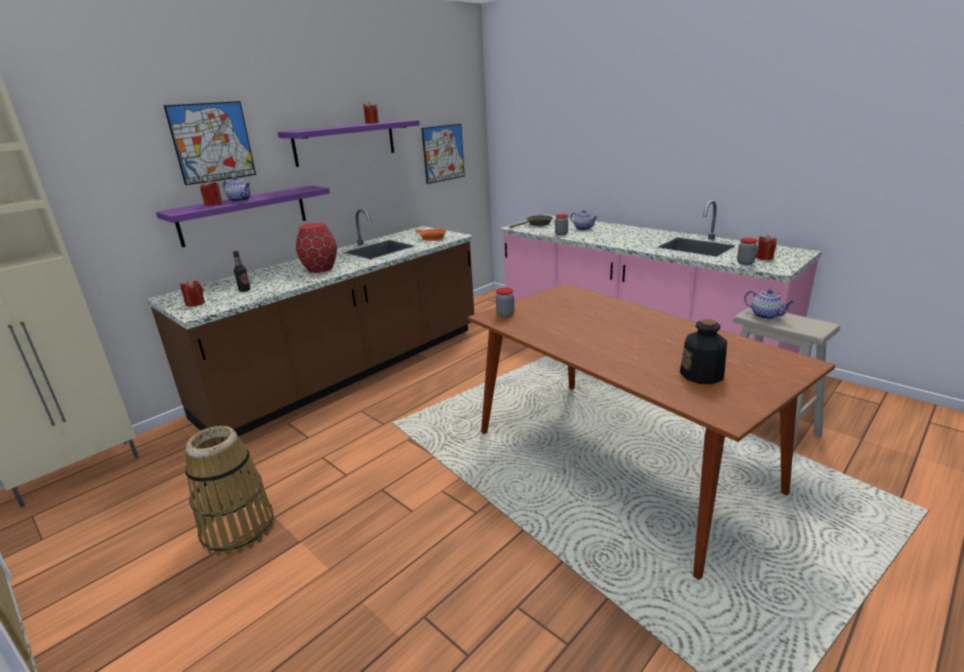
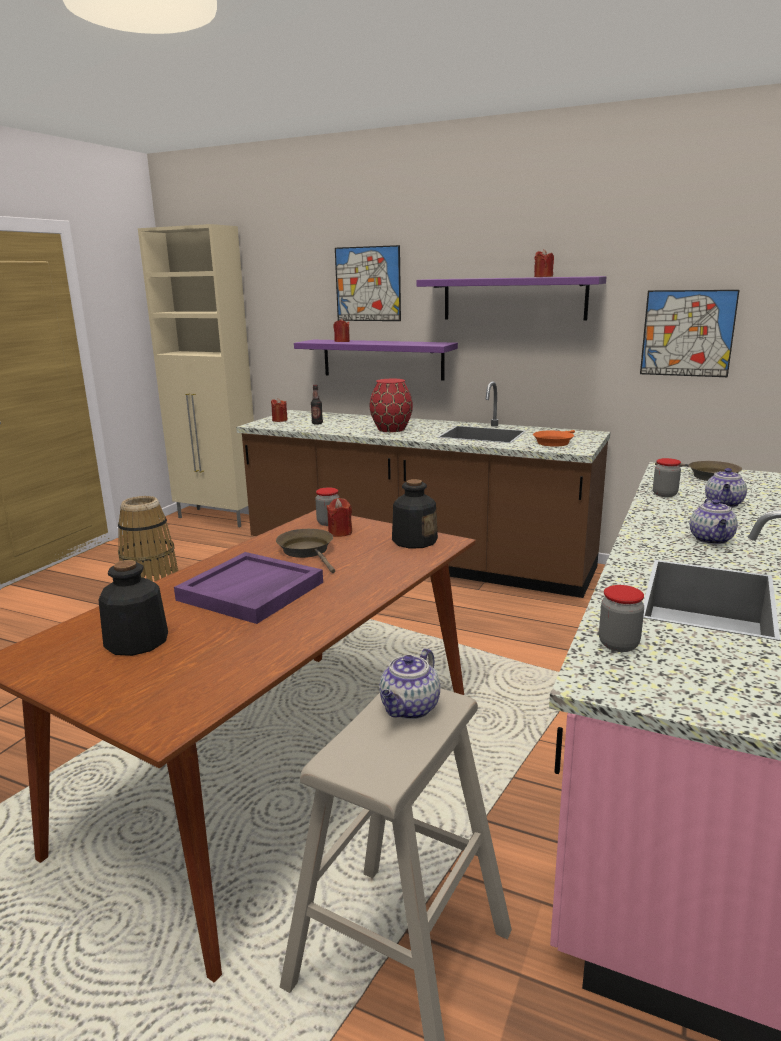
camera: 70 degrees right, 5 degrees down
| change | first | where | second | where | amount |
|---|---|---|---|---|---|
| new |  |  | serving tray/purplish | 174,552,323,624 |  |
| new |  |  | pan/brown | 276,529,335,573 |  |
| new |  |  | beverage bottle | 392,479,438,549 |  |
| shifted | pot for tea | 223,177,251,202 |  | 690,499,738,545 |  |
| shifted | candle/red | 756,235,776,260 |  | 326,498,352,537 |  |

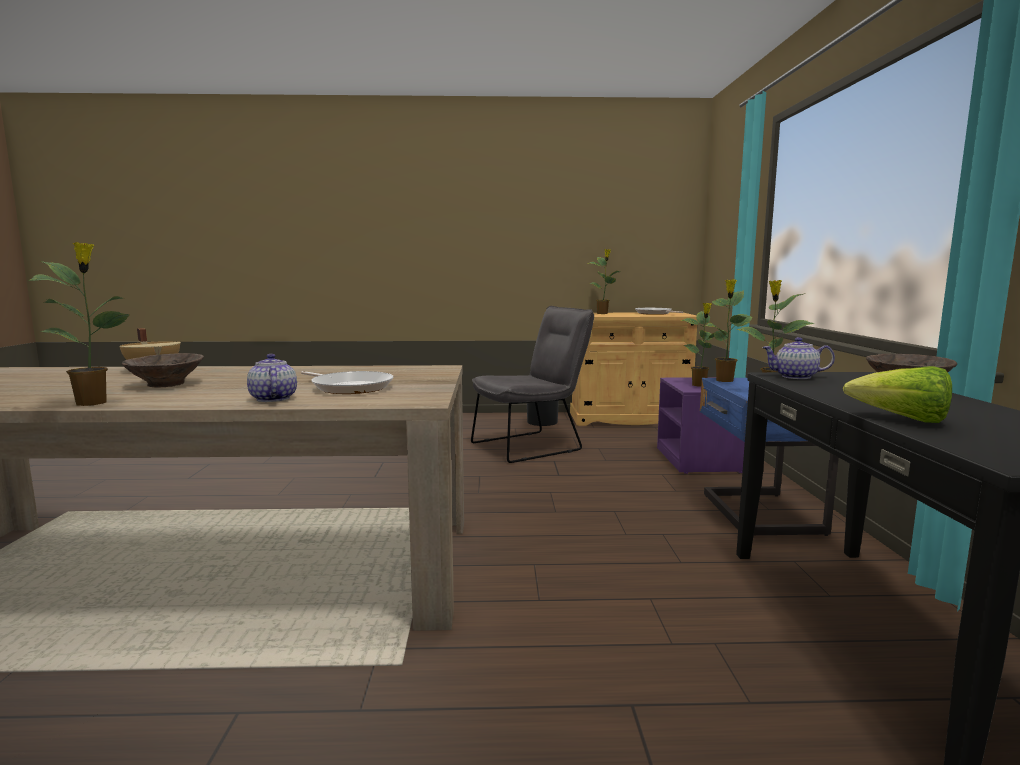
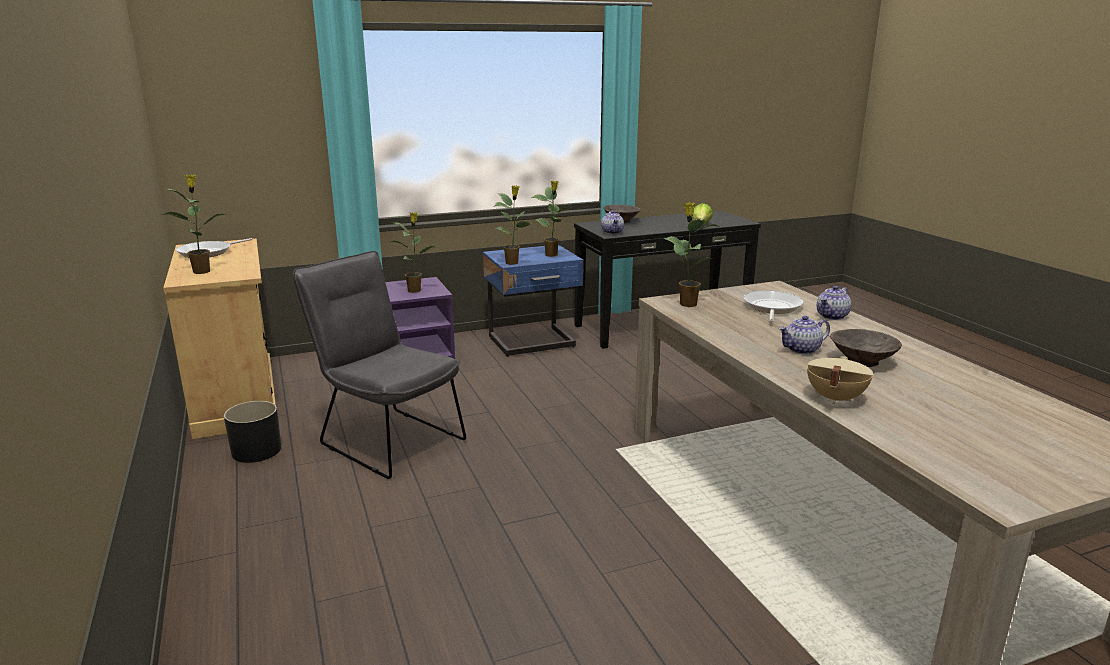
camera: 110 degrees left, 10 degrees up
| change | first | where | second | where | amount |
|---|---|---|---|---|---|
| new |  |  | pot for tea | 778,316,830,354 |  |
| shifted | plant in a pot | 28,242,130,406 |  | 664,202,720,307 |  |

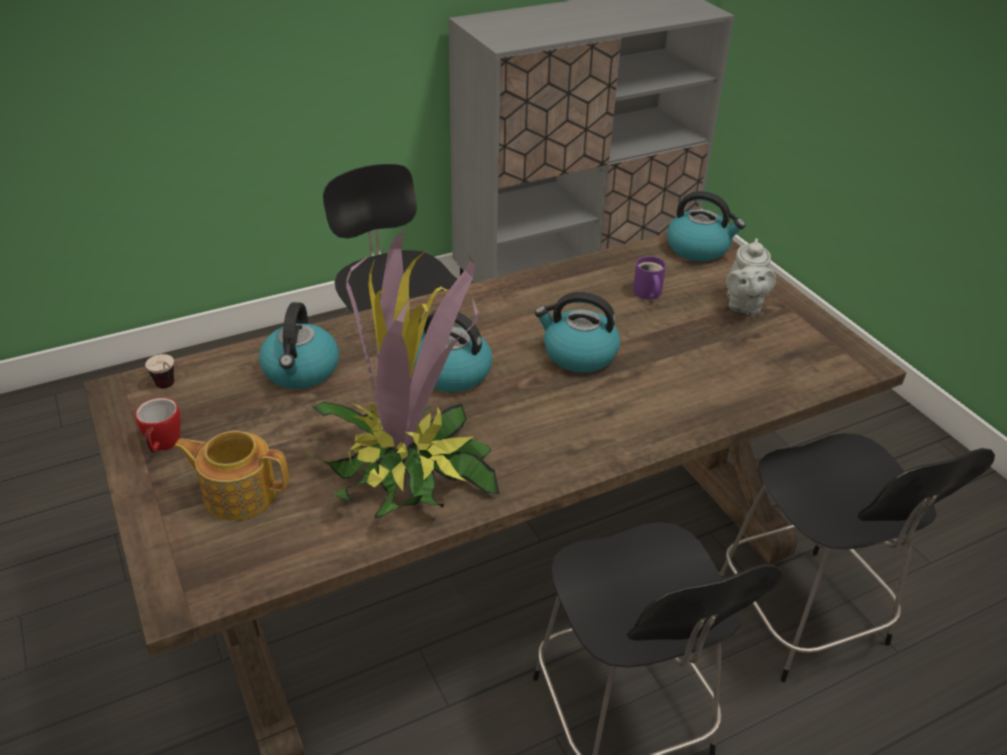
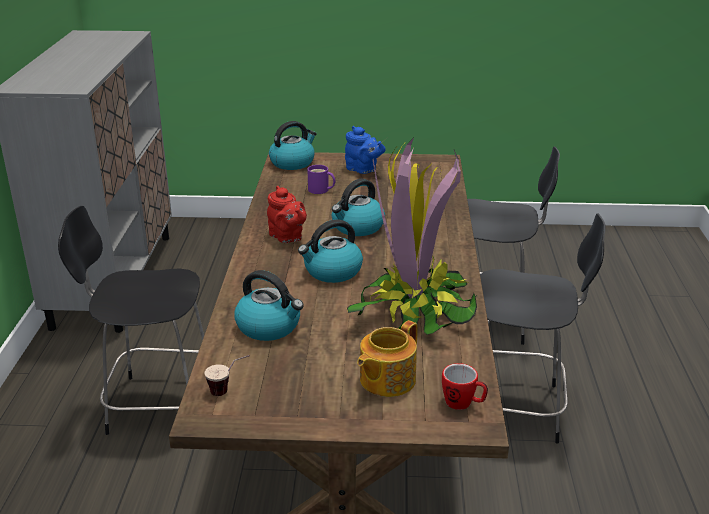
camera: 60 degrees left, 10 degrees down
| change | first | where | second | where | amount |
|---|---|---|---|---|---|
| new |  |  | pot for tea/red | 267,186,307,243 |  |
| shifted | mug | 135,398,181,453 |  | 442,363,488,410 |  |
| repainted | pot for tea/grey | 726,238,776,316 | pot for tea/bluish | 345,126,386,174 |  |

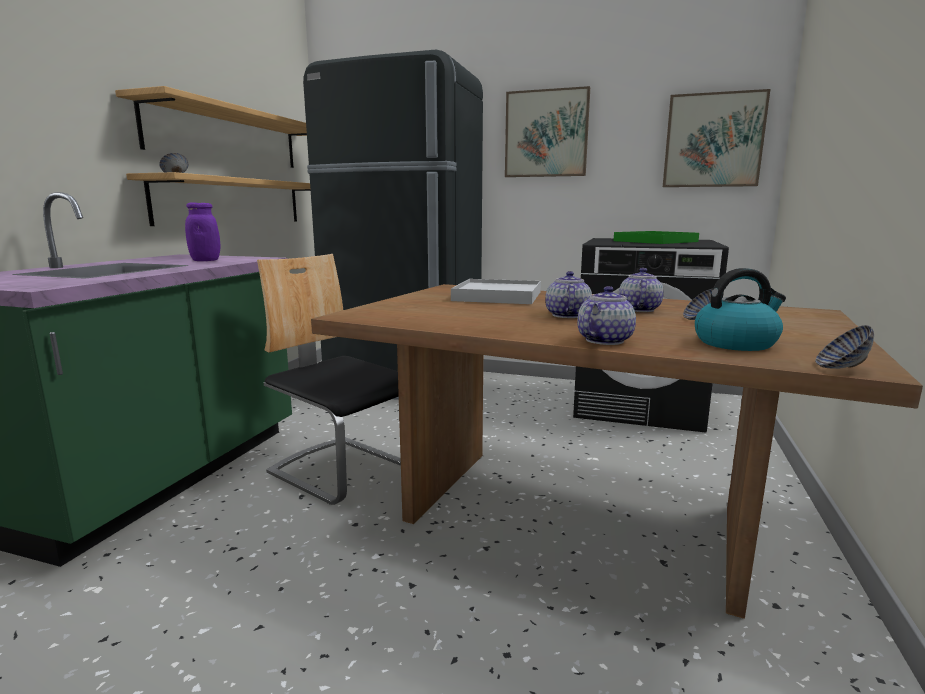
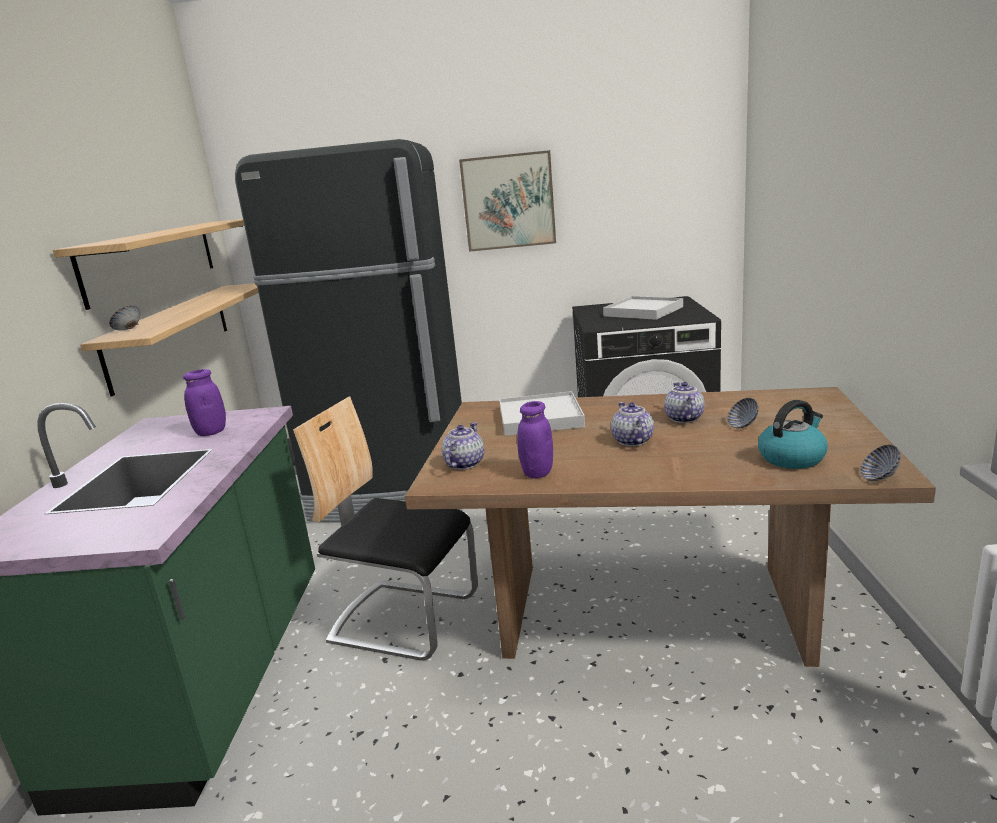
camera: 15 degrees left, 5 degrees up
| change | first | where | second | where | amount |
|---|---|---|---|---|---|
| gone | wall art | 663,89,770,187 |  |  |  |
| new |  |  | preserve jar/purplish | 517,401,553,478 |  |
| shifted | pot for tea | 577,286,636,345 |  | 441,422,484,469 |  |
| repainted | serving tray/greenish | 614,231,699,244 | serving tray/white-coloured | 603,296,683,320 |  |

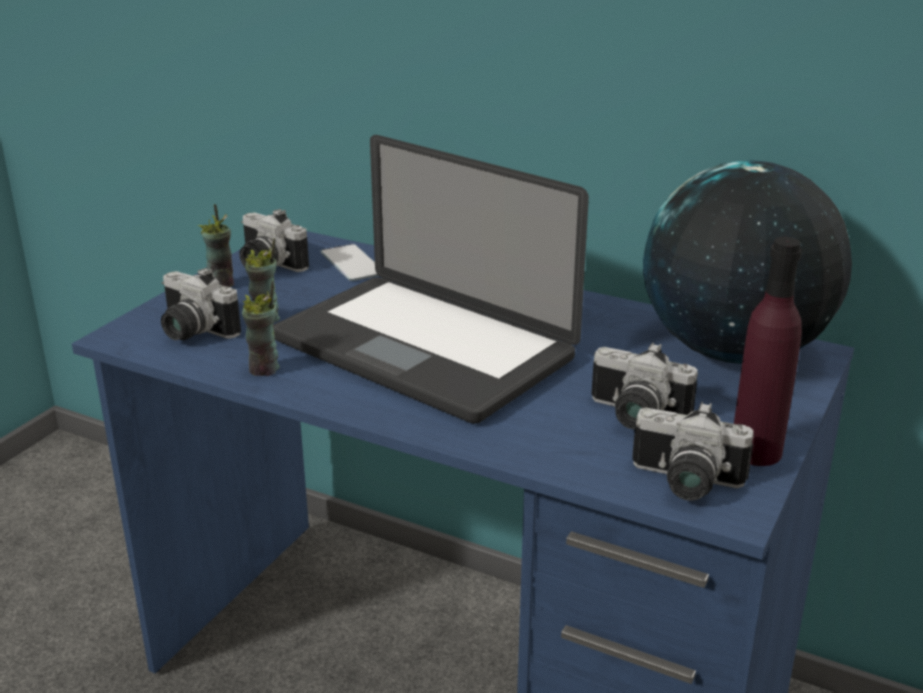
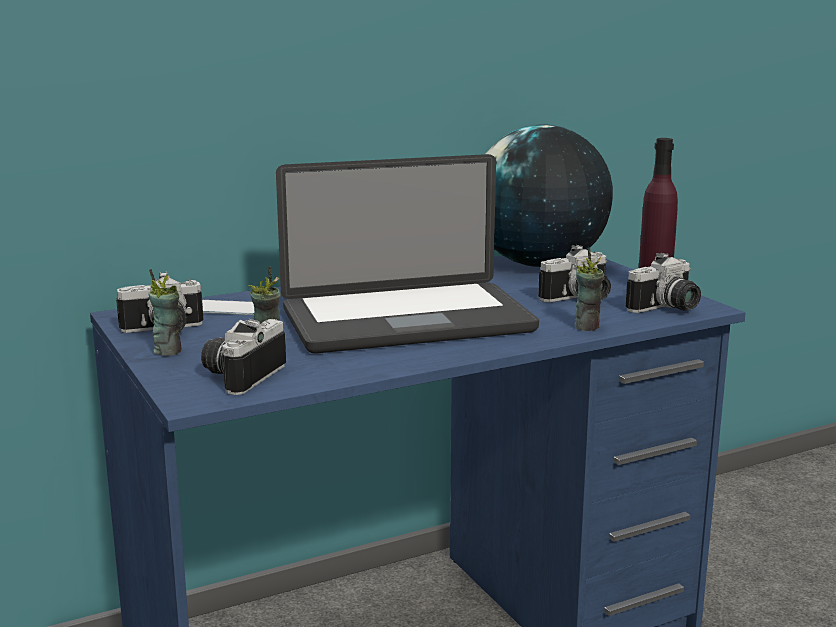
camera: 55 degrees left, 10 degrees down
| change | first | where | second | where | amount |
|---|---|---|---|---|---|
| shifted | small cup | 242,281,279,376 |  | 575,248,604,331 |  |
| rotated | photo camera | 161,267,241,340 |  | 201,319,286,395 | 135 degrees clockwise |

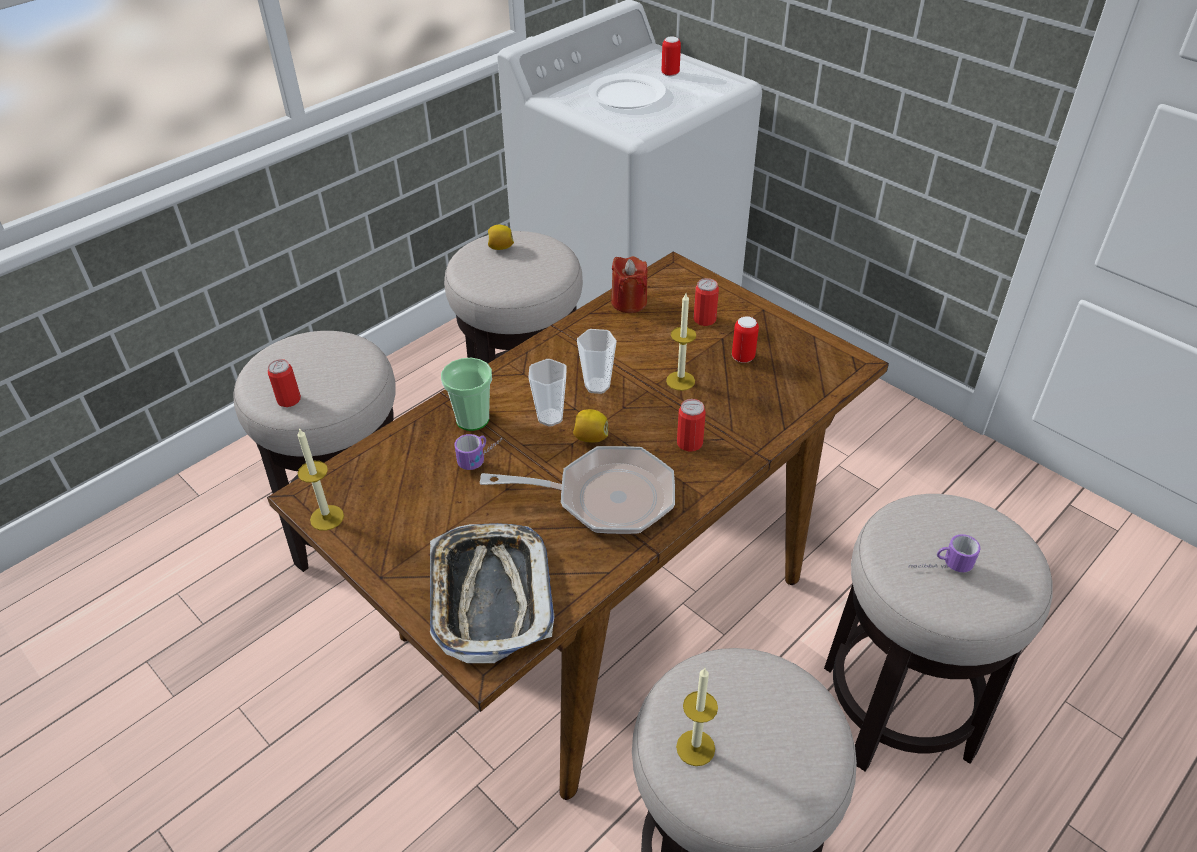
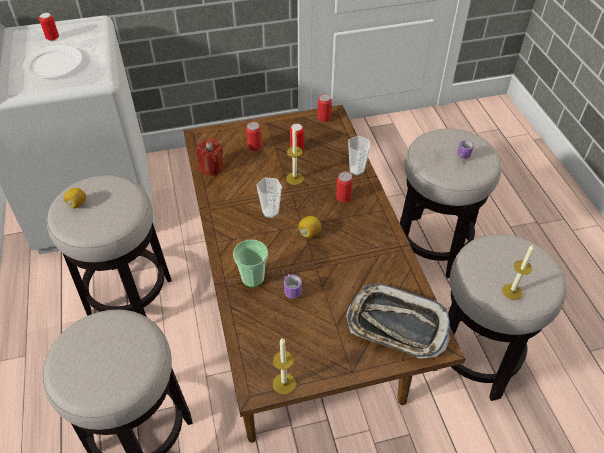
camera: 60 degrees left, 5 degrees up
| change | first | where | second | where | amount |
|---|---|---|---|---|---|
| gone | pan | 480,446,675,535 |  |  |  |
| shifted | sealed can | 268,359,301,407 |  | 318,94,332,122 |  |
| shifted | small cup | 528,359,567,426 |  | 348,136,370,175 |  |

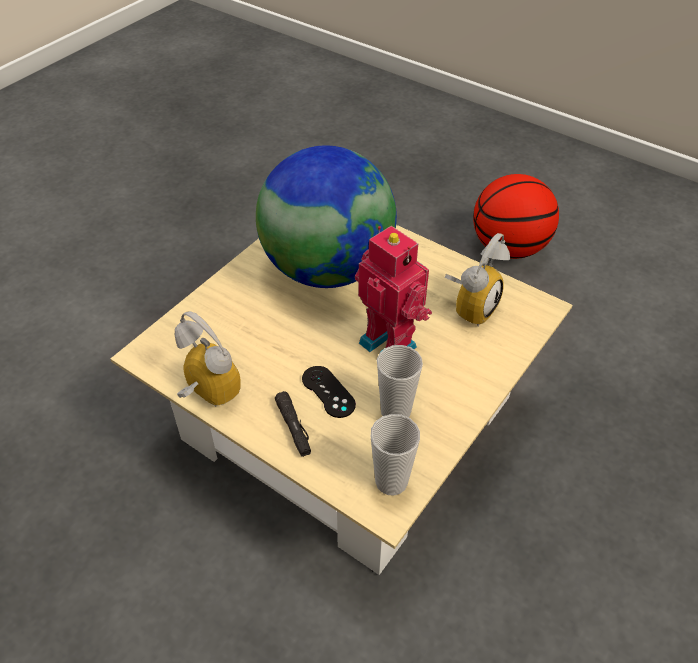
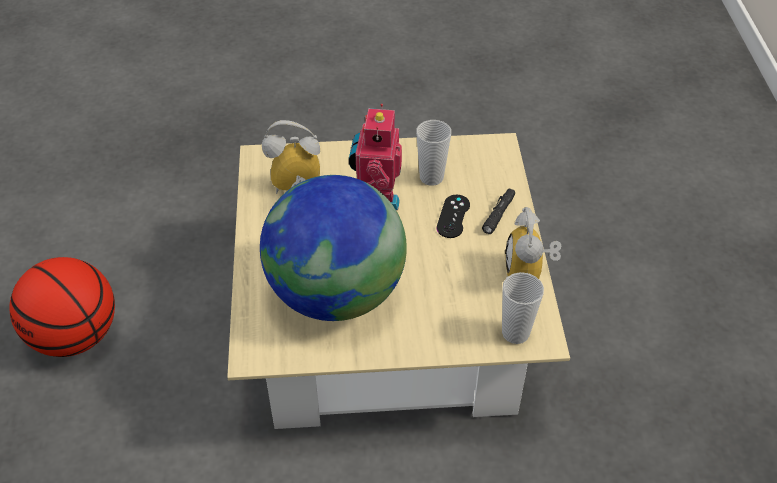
camera: 130 degrees left, 0 degrees up
| change | first | where | second | where | amount |
|---|---|---|---|---|---|
| shifted | small cup | 371,414,420,496 |  | 502,272,544,344 |  |

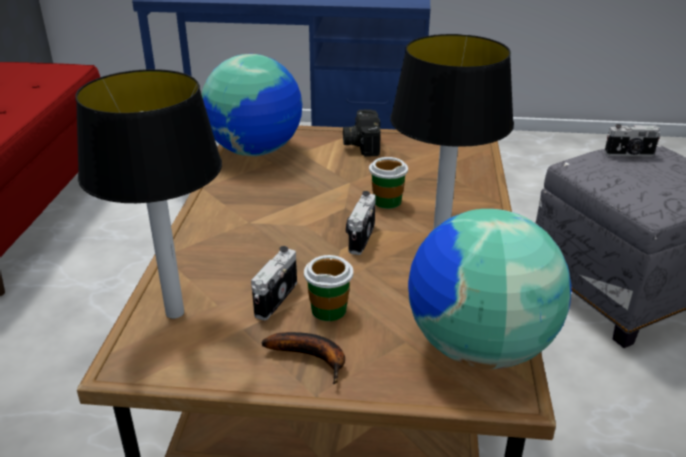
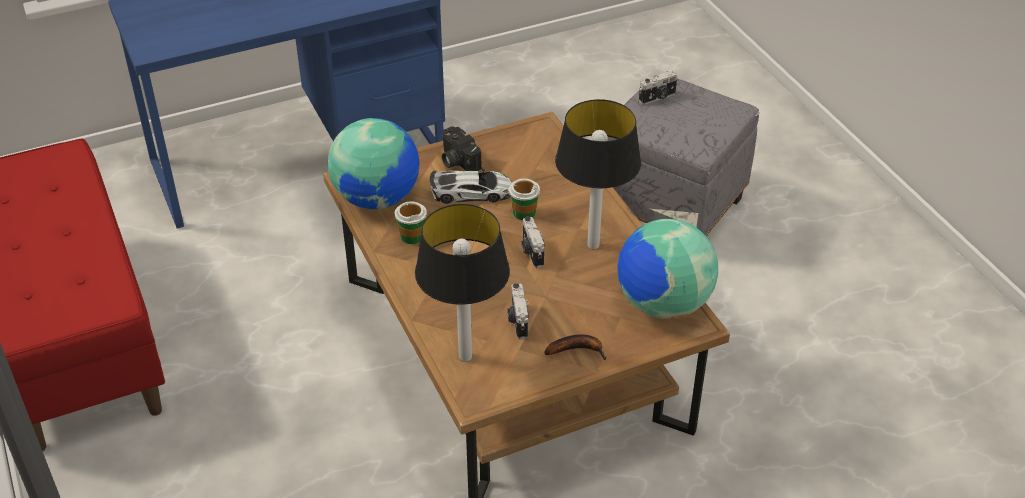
camera: 30 degrees left, 10 degrees up
| change | first | where | second | where | amount |
|---|---|---|---|---|---|
| new |  |  | model car | 430,168,512,204 |  |
| shifted | small cup | 304,255,353,321 |  | 395,201,427,244 |  |

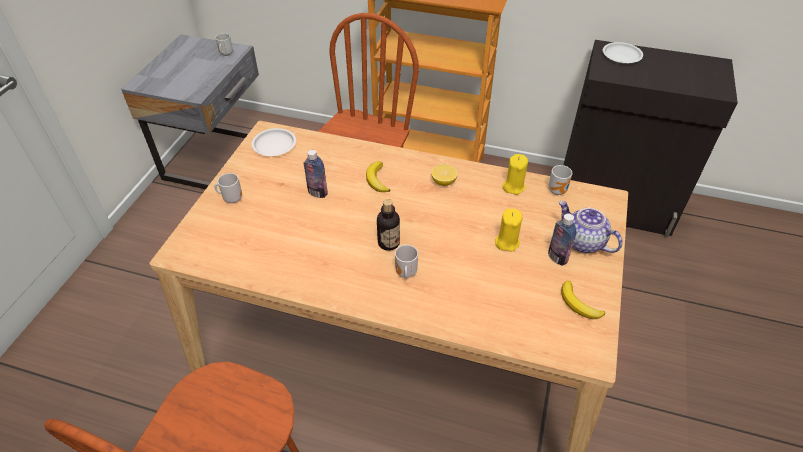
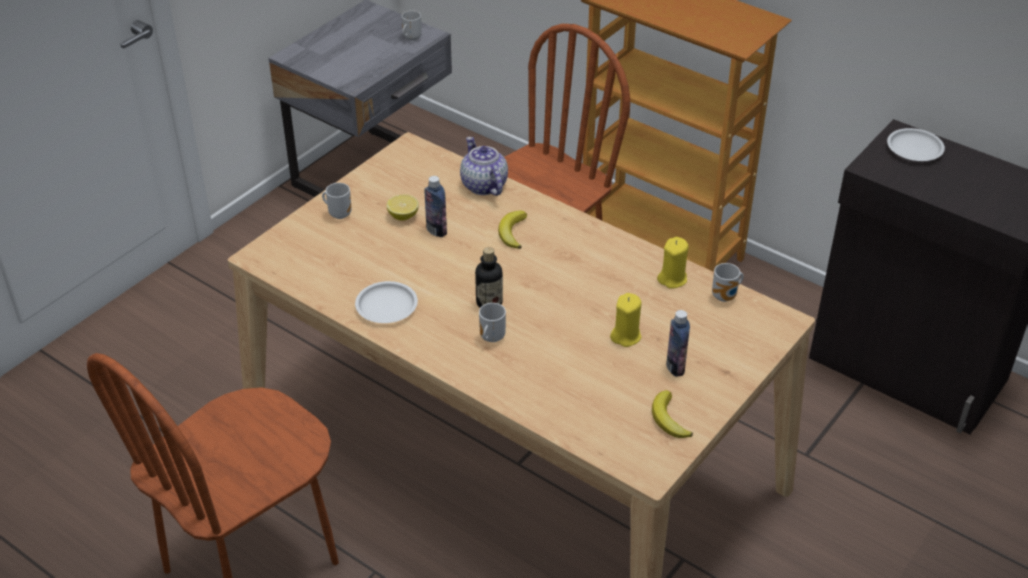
camera: 20 degrees right, 5 degrees down
| change | first | where | second | where | amount |
|---|---|---|---|---|---|
| shifted | flat dish/white-coloured | 252,128,296,156 |  | 355,281,418,323 |  |
| shifted | citrus fruit | 431,164,458,186 |  | 387,194,419,221 |  |
| shifted | pot for tea | 559,201,623,253 |  | 460,137,508,196 |  |

